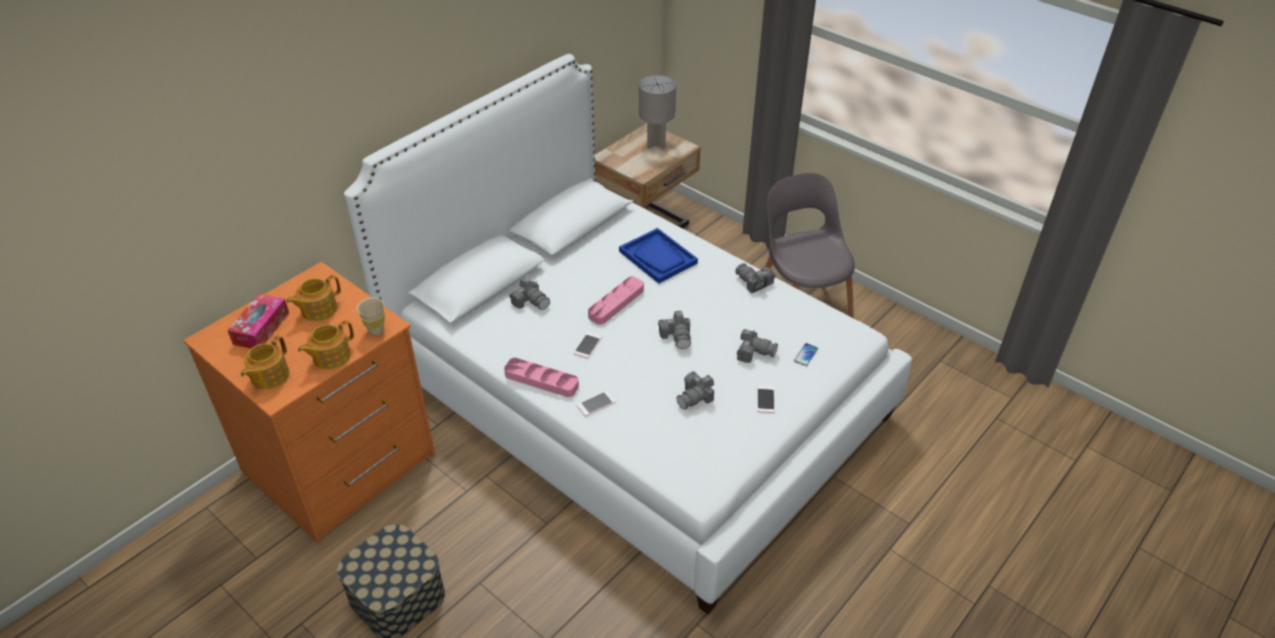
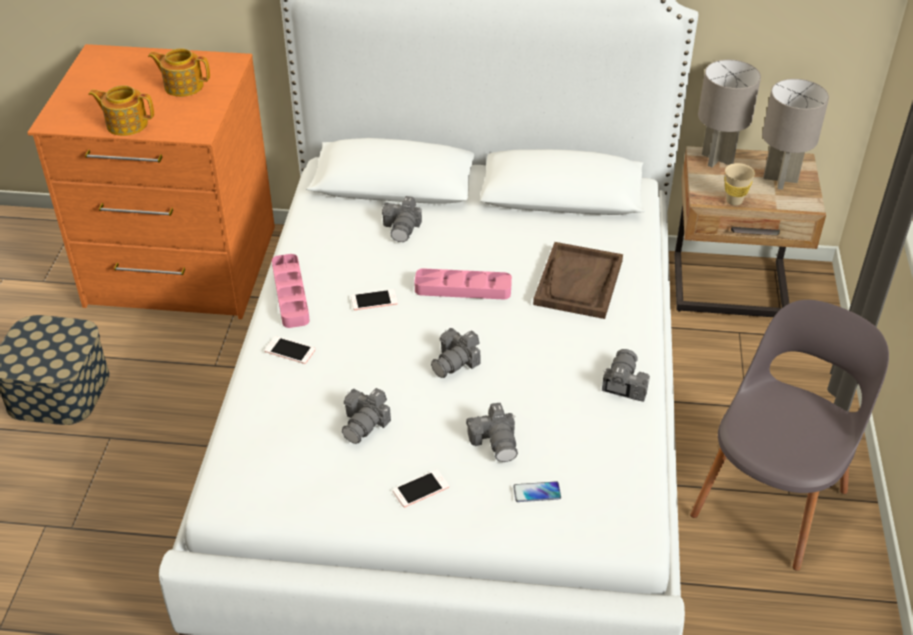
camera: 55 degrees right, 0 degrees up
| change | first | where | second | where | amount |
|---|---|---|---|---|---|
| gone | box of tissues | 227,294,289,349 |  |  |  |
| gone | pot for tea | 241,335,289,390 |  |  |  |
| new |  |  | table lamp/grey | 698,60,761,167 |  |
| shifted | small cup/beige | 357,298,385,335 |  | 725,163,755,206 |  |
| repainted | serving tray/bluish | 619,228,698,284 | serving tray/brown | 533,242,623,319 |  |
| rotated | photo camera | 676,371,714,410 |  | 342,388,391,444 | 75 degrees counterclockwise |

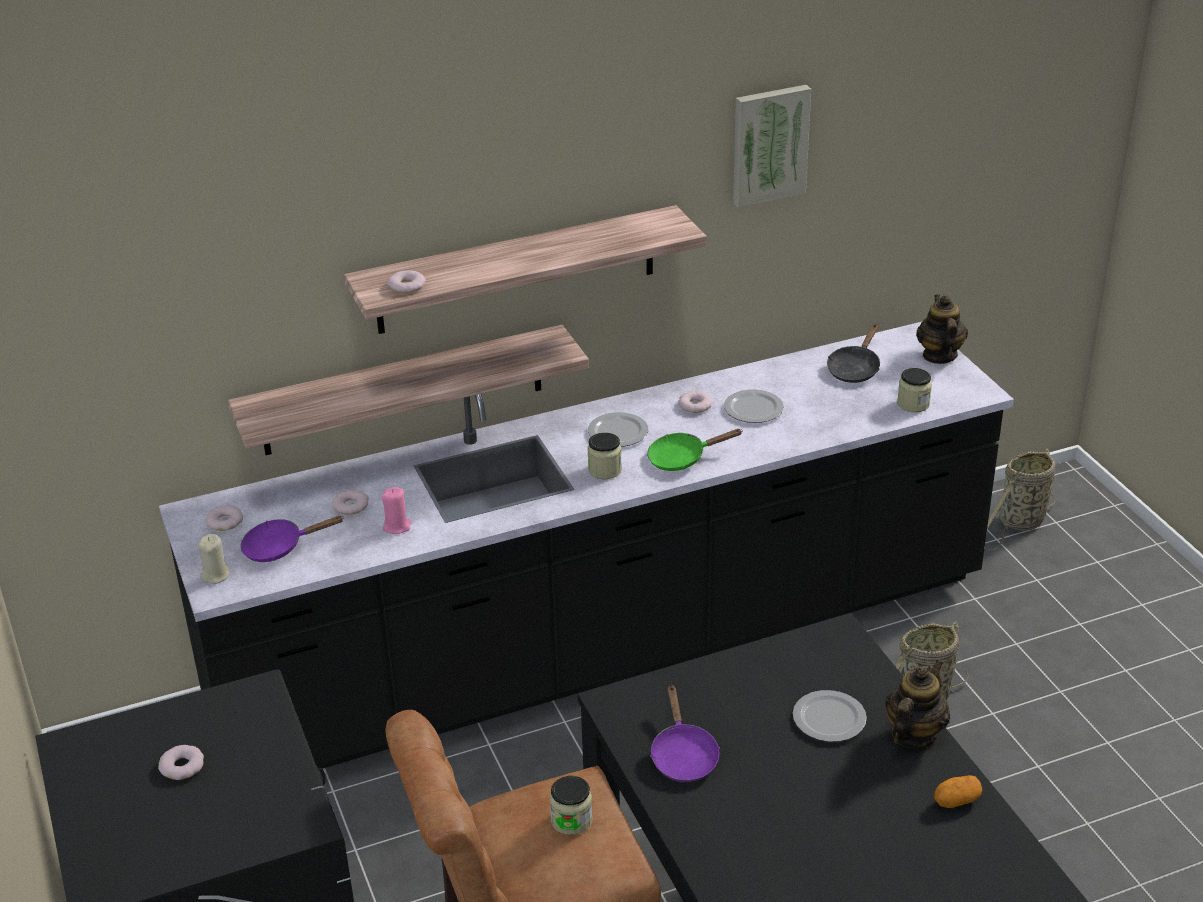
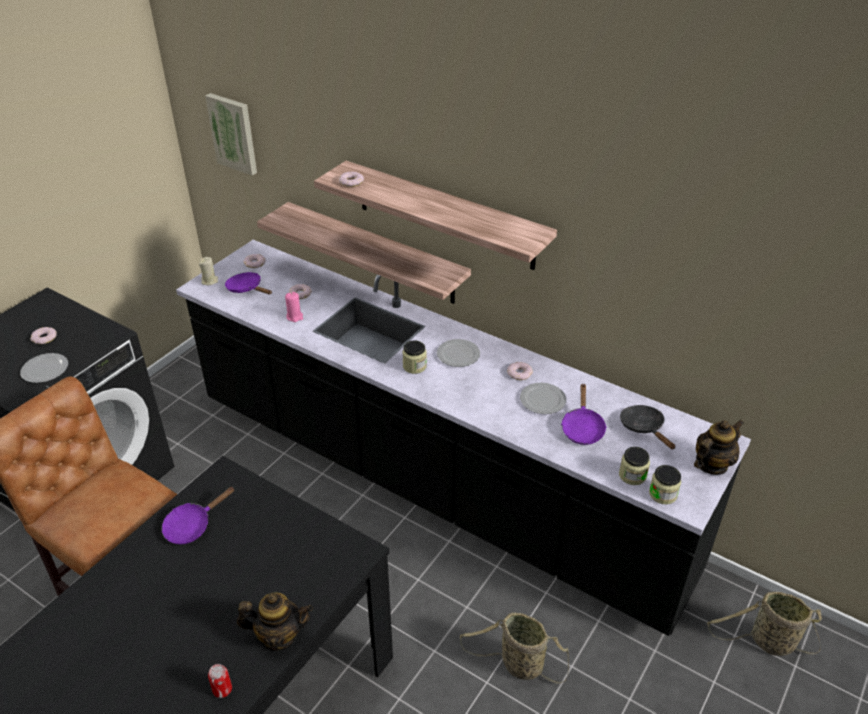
camera: 55 degrees right, 5 degrees up
| change | first | where | second | where | amount |
|---|---|---|---|---|---|
| gone | pan/greenish | 647,429,743,471 |  |  |  |
| new |  |  | pan/purplish | 561,383,607,445 |  |
| shifted | preserve jar | 550,776,593,835 |  | 649,465,681,504 |  |
| shifted | wall art | 733,85,811,208 |  | 205,93,257,176 |  |
| shifted | flat dish | 793,690,867,742 |  | 20,353,68,383 |  |
| swapped | potato | 934,775,982,808 | sealed can | 208,664,232,698 |  |
| rotated | pan/blackish | 827,324,880,383 |  | 620,405,675,449 | 75 degrees clockwise |

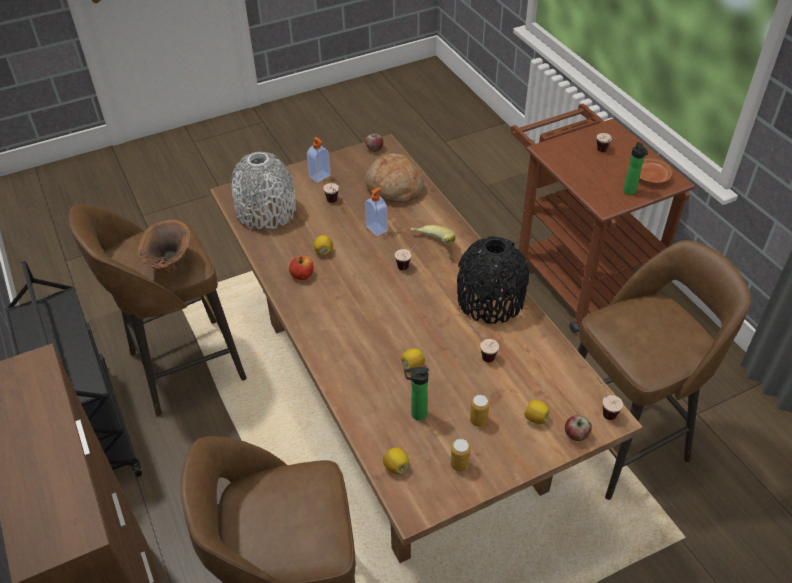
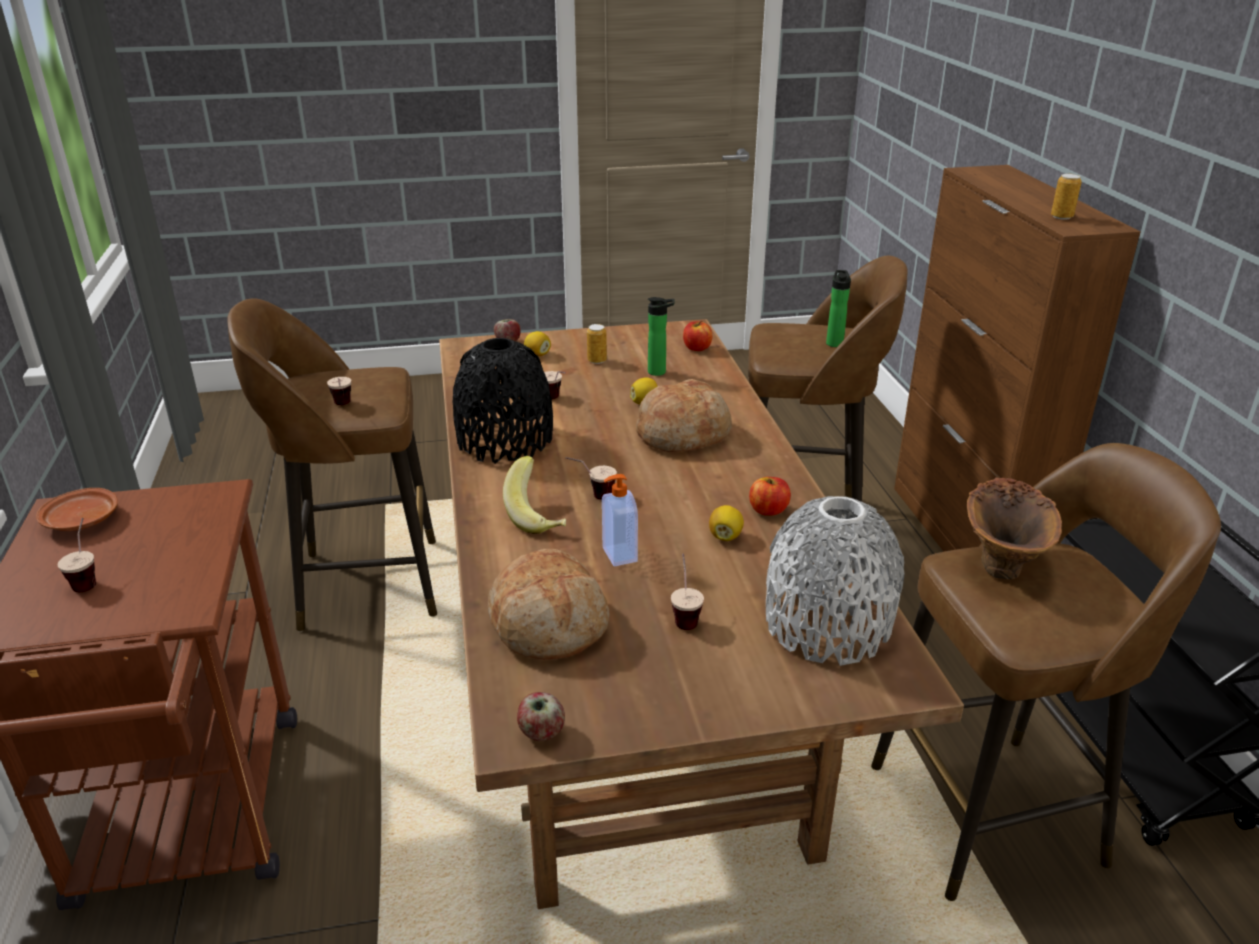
camera: 165 degrees left, 15 degrees down
| change | first | where | second | where | amount |
|---|---|---|---|---|---|
| gone | soap bottle | 307,137,331,183 |  |  |  |
| new |  |  | bread | 636,379,732,452 |  |
| shifted | sealed can | 450,439,470,472 |  | 1051,174,1081,220 |  |
| shifted | small cup | 596,377,623,420 |  | 327,377,351,405 |  |
| shifted | beverage bottle | 623,142,648,195 |  | 826,270,851,347 |  |
| swapped | citrus fruit | 383,447,409,474 | whole apple | 683,321,712,351 |  |

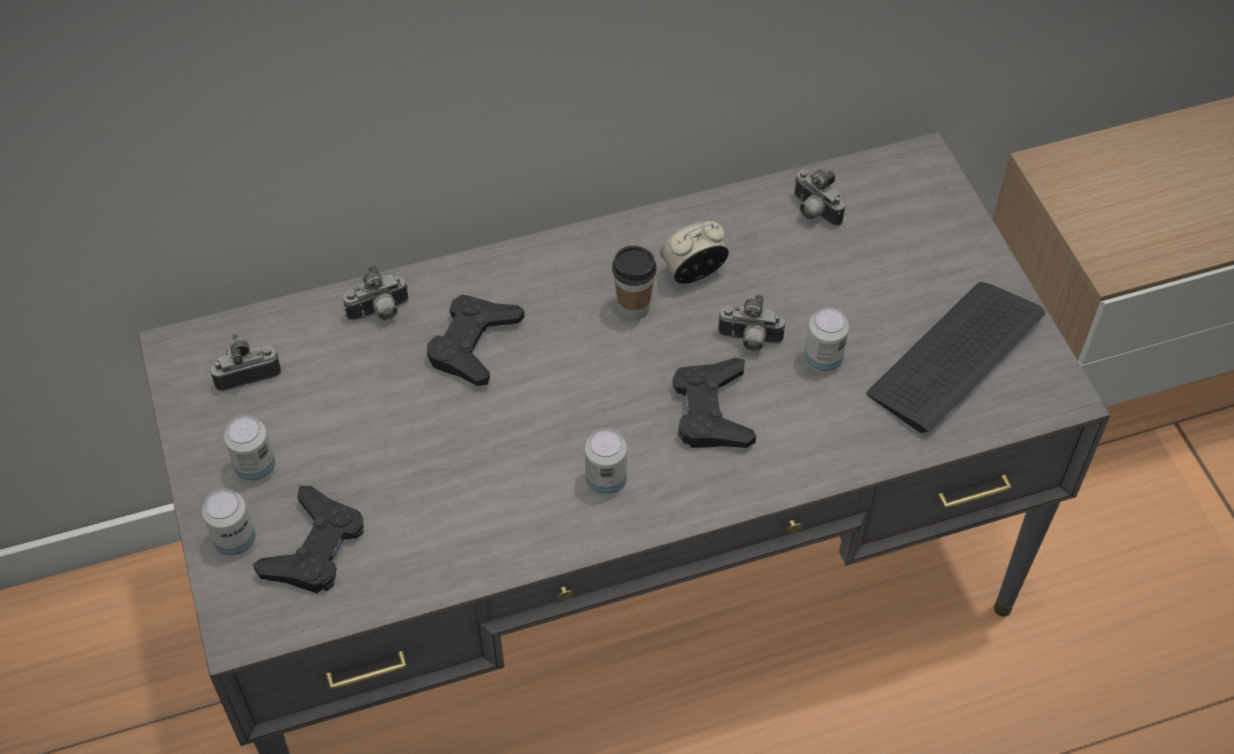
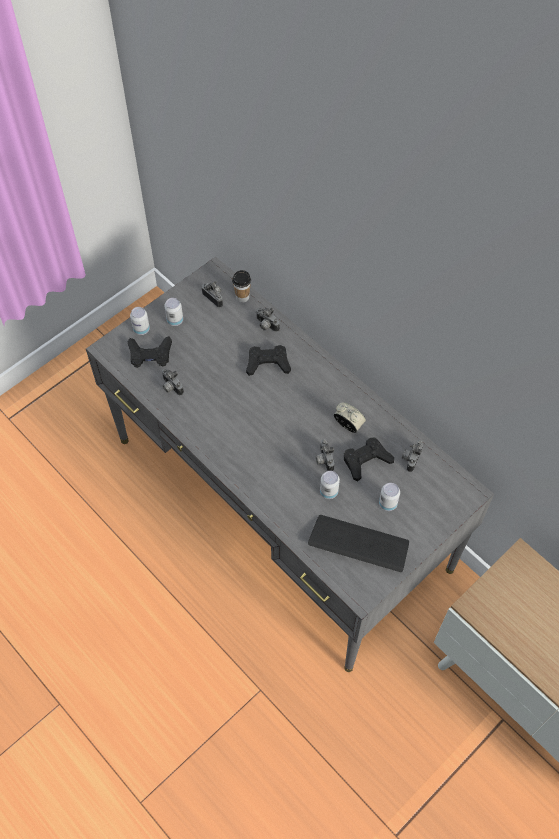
camera: 65 degrees right, 5 degrees up
| change | first | where | second | where | amount |
|---|---|---|---|---|---|
| new |  |  | photo camera | 162,368,184,396 |  |
| shifted | sealed can | 585,428,627,495 |  | 379,483,400,511 |  |
| shifted | small cup | 612,246,657,321 |  | 232,270,251,303 |  |
| shifted | joypad/blackish | 672,358,756,448 |  | 344,438,394,481 |  |

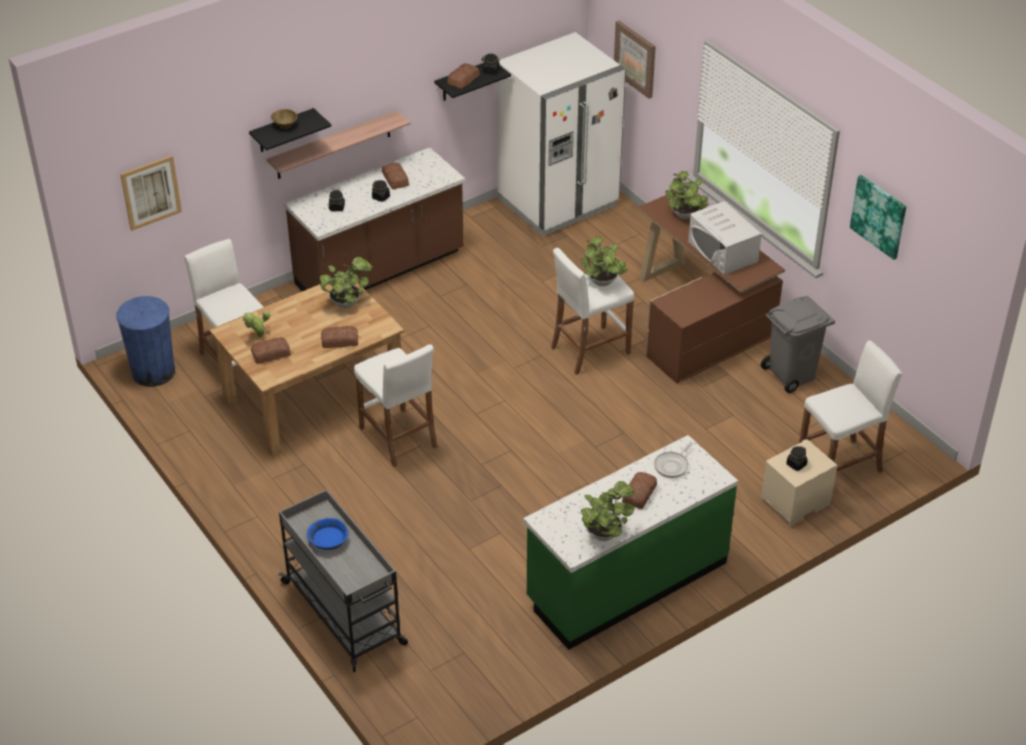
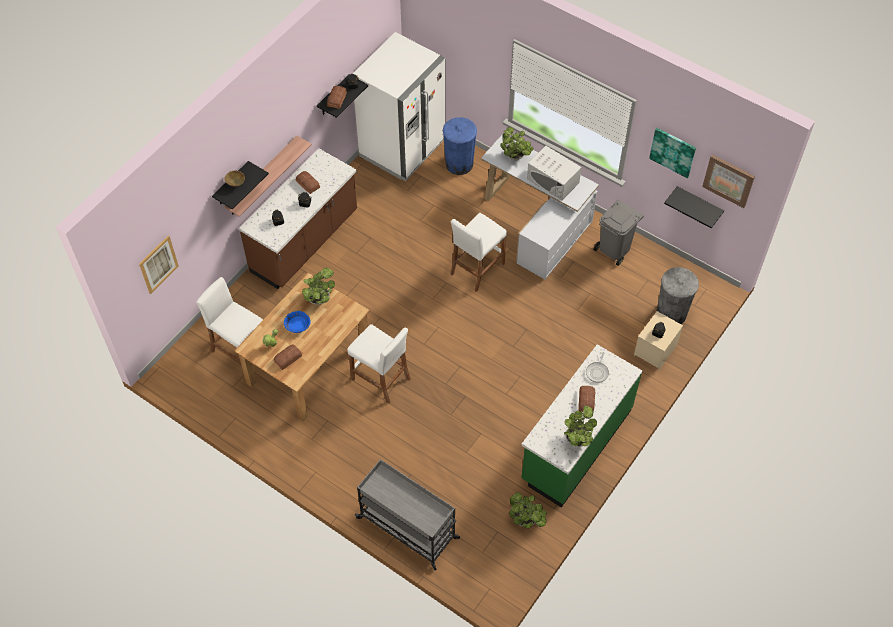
camera: 20 degrees left, 15 degrees up
| change | first | where | second | where | amount |
|---|---|---|---|---|---|
| gone | bread | 321,326,358,348 |  |  |  |
| new |  |  | wall shelf/blackish | 664,186,724,228 |  |
| shifted | rubbish bin/bluish | 116,296,175,387 |  | 443,117,477,175 |  |
| shifted | serving bowl/bluish | 307,518,349,550 |  | 284,311,311,333 |  |
| shifted | plant in a pot | 581,237,628,286 |  | 509,492,547,529 |  |
| shifted | wall art | 614,21,656,99 |  | 702,155,755,208 |  |
| swapped | stool/white-coloured | 799,340,902,473 | rubbish bin/grey | 657,267,699,324 |  |
| repainted | desk unit/brown | 637,191,785,384 | desk unit/white-coloured | 481,134,599,280 |  |

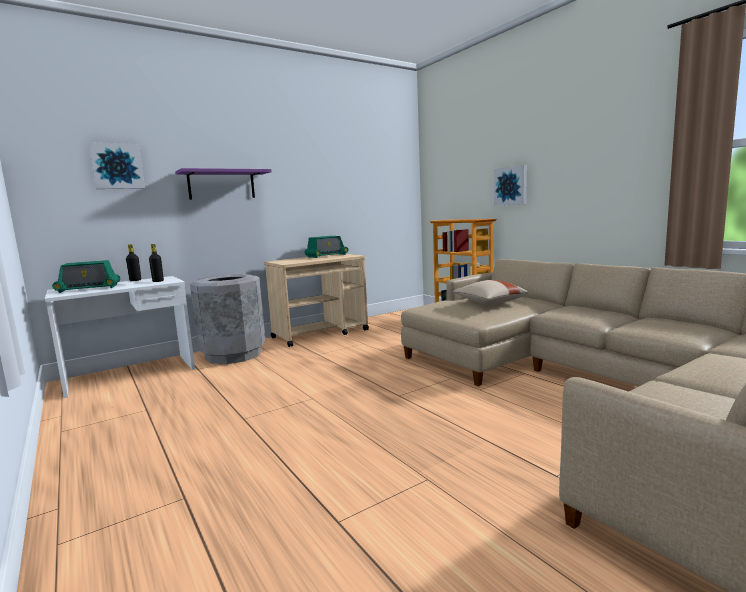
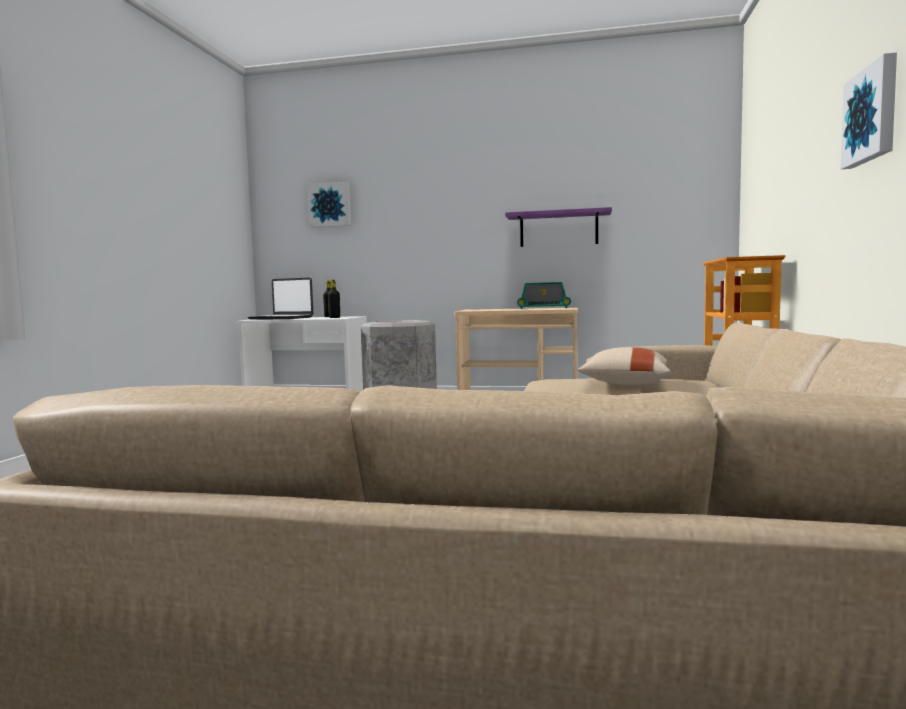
camera: 45 degrees right, 5 degrees down
| change | first | where | second | where | amount |
|---|---|---|---|---|---|
| shifted | wall shelf/purplish | 175,168,272,199 |  | 505,207,612,247 |  |
| shifted | wall art | 494,165,527,206 |  | 841,52,897,169 |  |
| swapped | radio receiver | 52,260,120,293 | notebook computer | 248,278,313,319 |  |

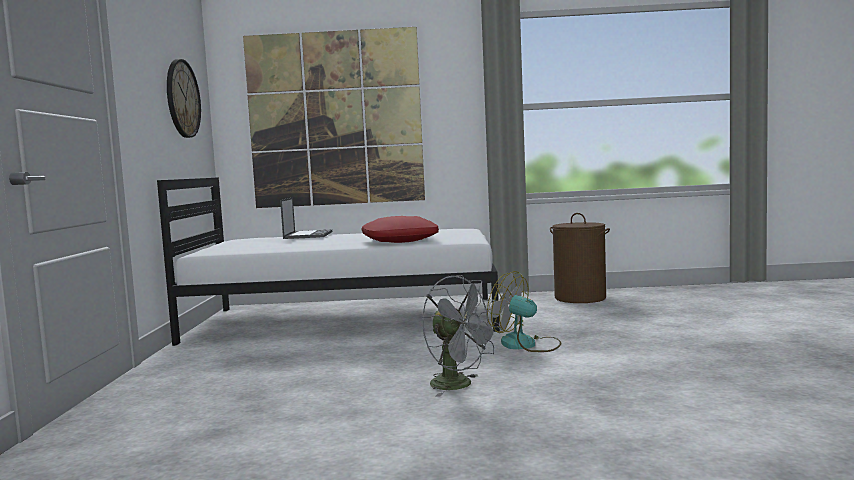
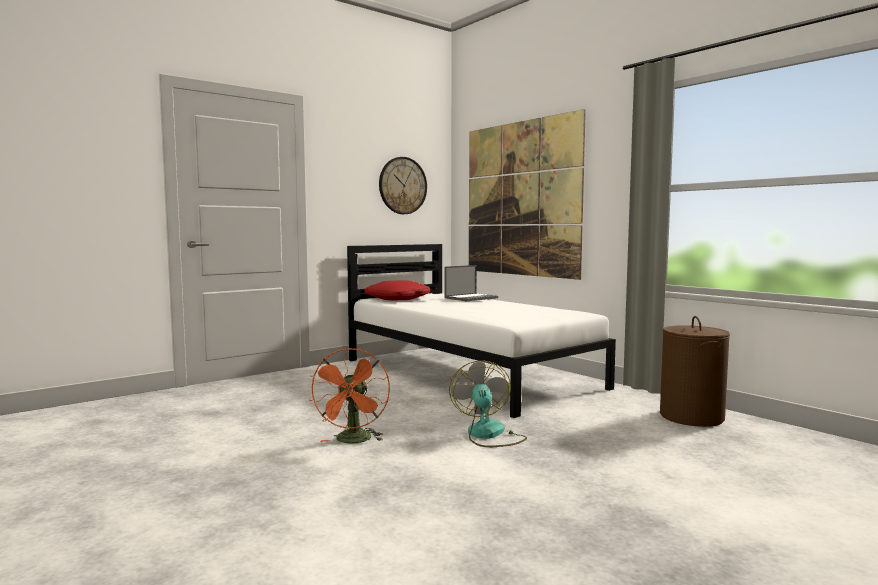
camera: 50 degrees right, 0 degrees up
| change | first | where | second | where | amount |
|---|---|---|---|---|---|
| shifted | cushion/red | 362,216,439,243 |  | 364,280,430,300 |  |
| repainted | cooling fan/grey | 422,275,501,397 | cooling fan/orange-coloured | 309,348,390,444 |  |

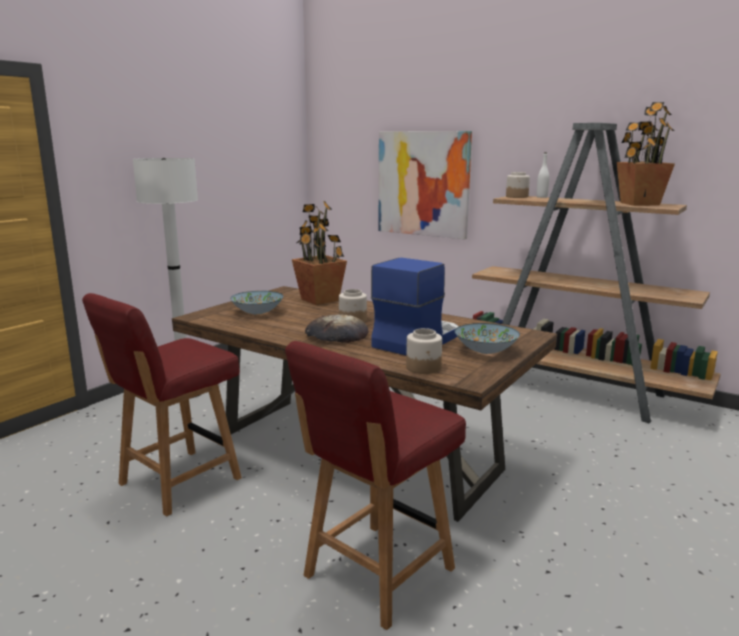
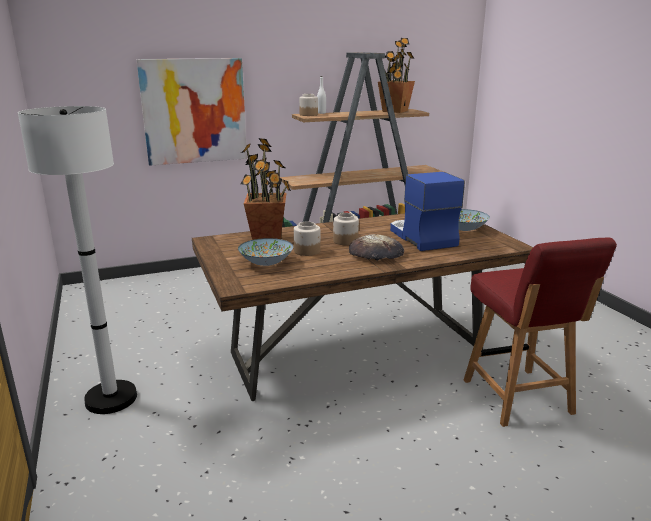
camera: 55 degrees left, 5 degrees up
| change | first | where | second | where | amount |
|---|---|---|---|---|---|
| gone | upright chair/red | 82,293,242,516 |  |  |  |
| shifted | preserve jar | 406,328,442,374 |  | 294,221,320,256 |  |

